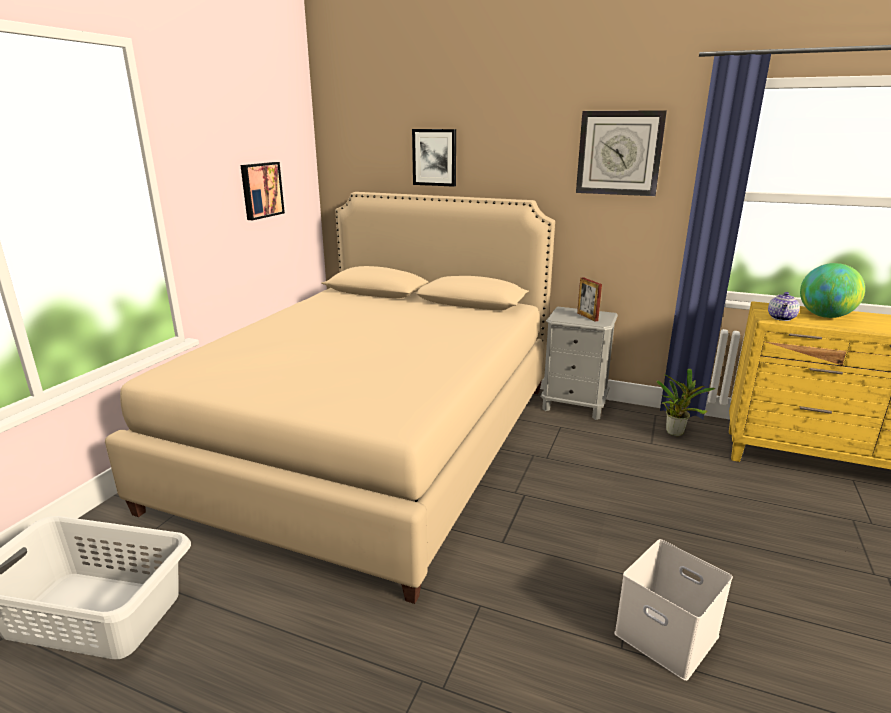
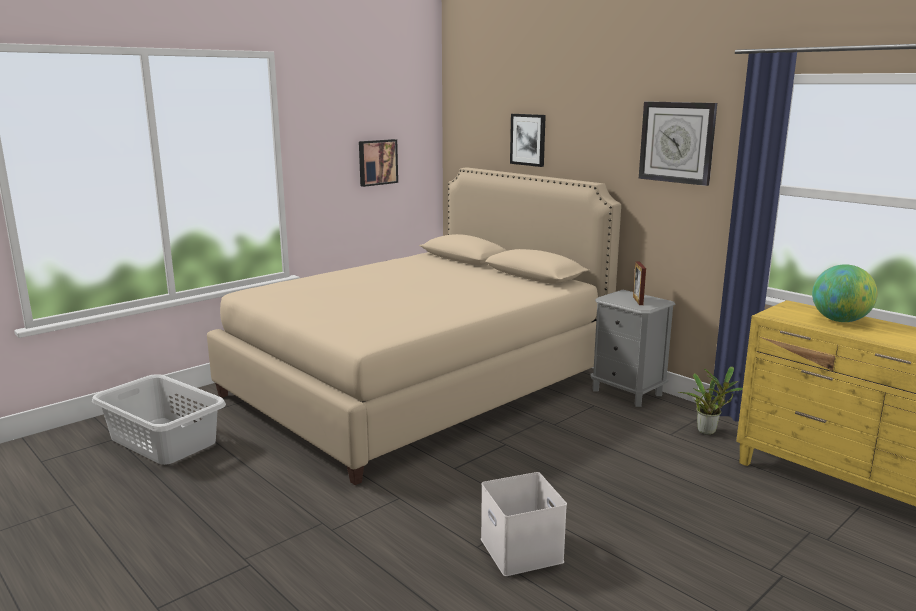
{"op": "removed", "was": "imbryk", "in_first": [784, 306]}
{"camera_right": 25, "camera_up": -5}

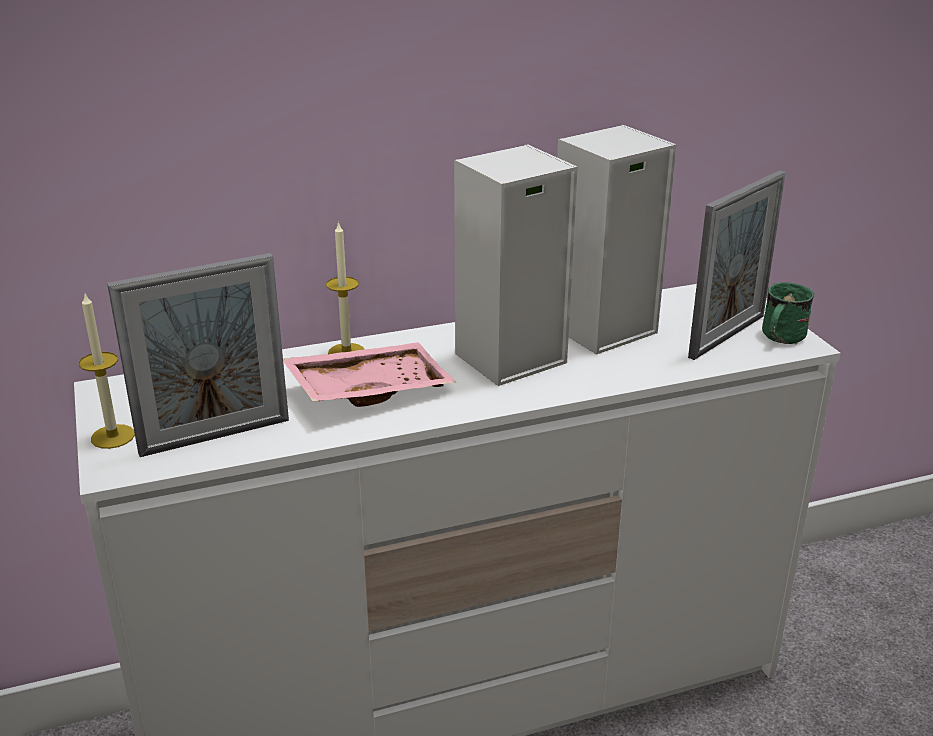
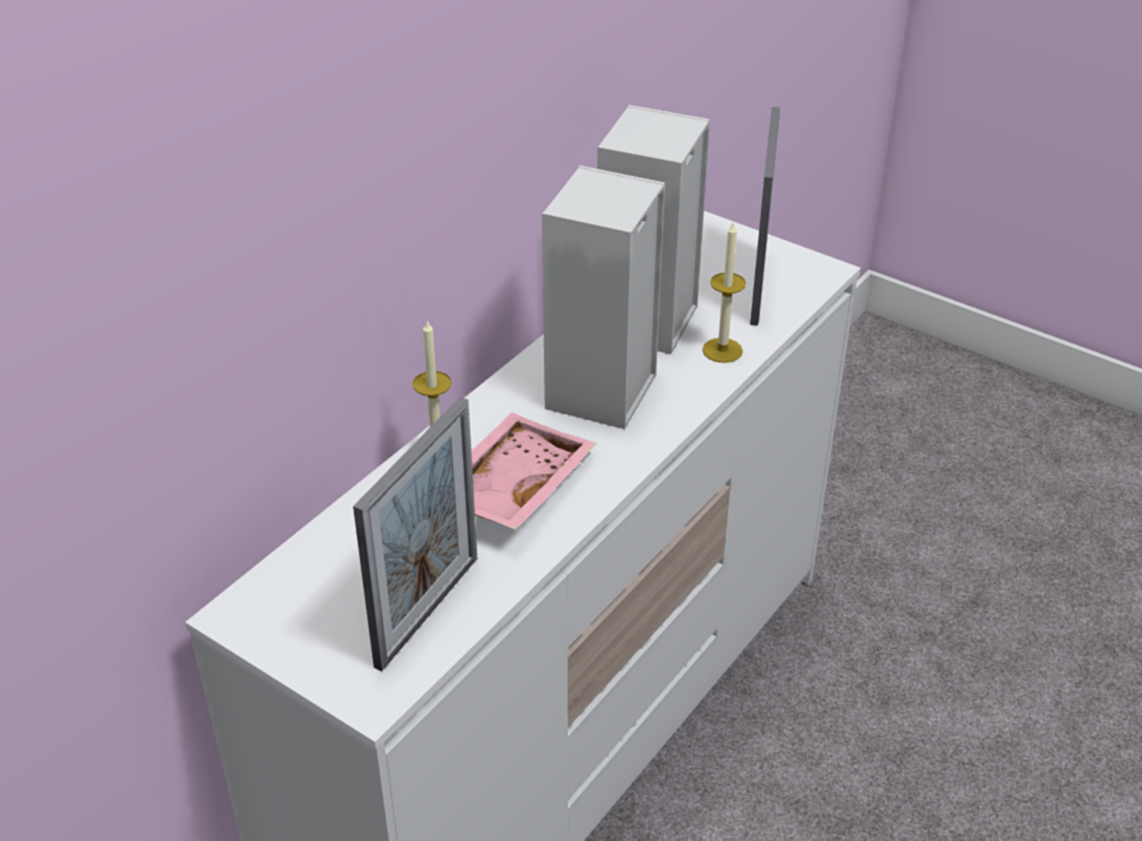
{"op": "removed", "was": "kubek (zielony)", "in_first": [788, 313]}
{"op": "moved", "was": "świeca", "in_first": [107, 371], "in_second": [724, 292]}
{"camera_right": -35, "camera_up": 10}

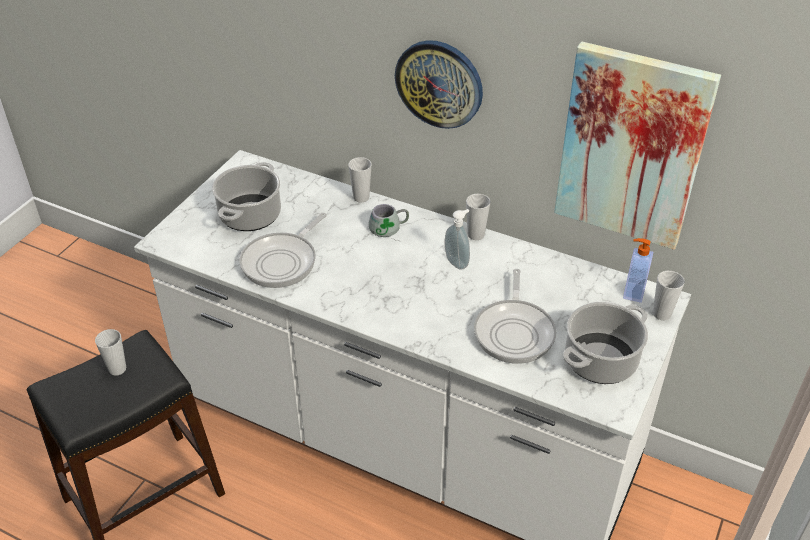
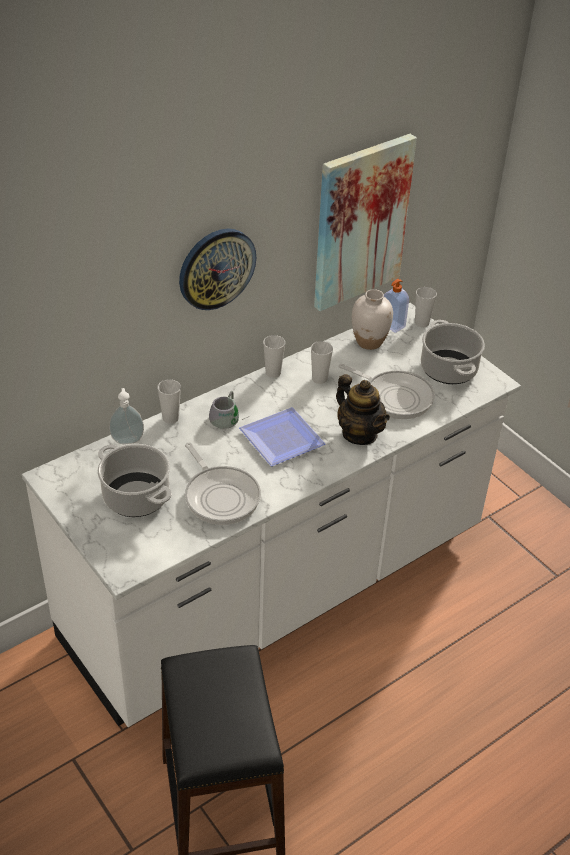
{"op": "moved", "was": "dozownik mydła", "in_first": [457, 239], "in_second": [126, 416]}
{"op": "moved", "was": "filiżanka", "in_first": [110, 352], "in_second": [322, 362]}
{"op": "added", "now": "wazon (biały)", "in_second": [372, 319]}
{"op": "added", "now": "imbryk", "in_second": [363, 409]}
{"op": "added", "now": "talerz", "in_second": [282, 436]}
{"camera_right": -65, "camera_up": 0}

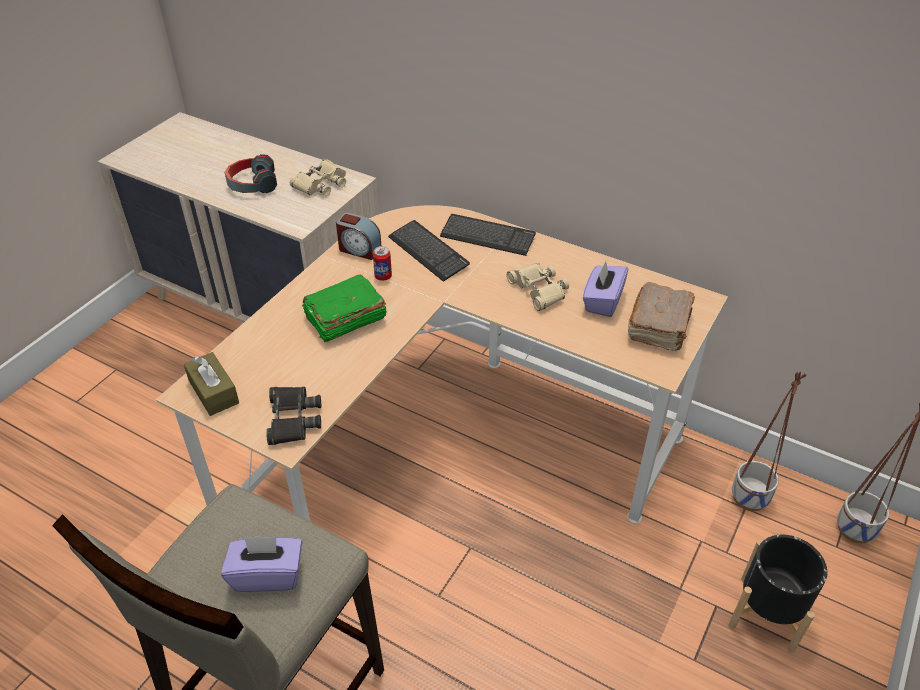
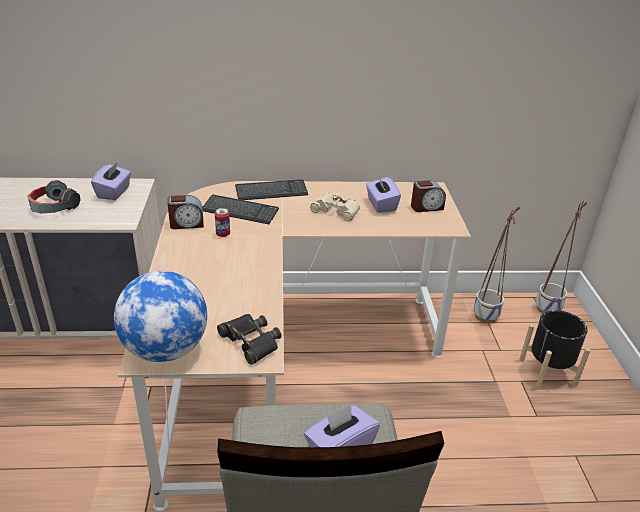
{"op": "replaced", "was": "lornetka (beżowy)", "now": "pudełko chusteczek (fioletowy)", "in_first": [318, 177], "in_second": [111, 181]}
{"op": "removed", "was": "książka (zielony)", "in_first": [344, 308]}
{"op": "replaced", "was": "książka (brązowy)", "now": "budzik", "in_first": [661, 316], "in_second": [428, 196]}
{"op": "replaced", "was": "pudełko chusteczek (brązowy)", "now": "globus", "in_first": [211, 384], "in_second": [160, 316]}
{"camera_right": -35, "camera_up": -10}

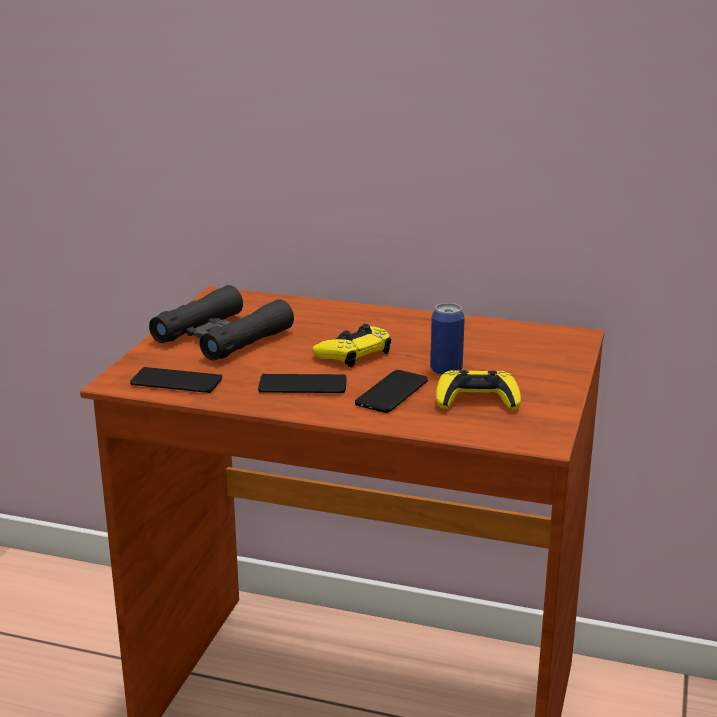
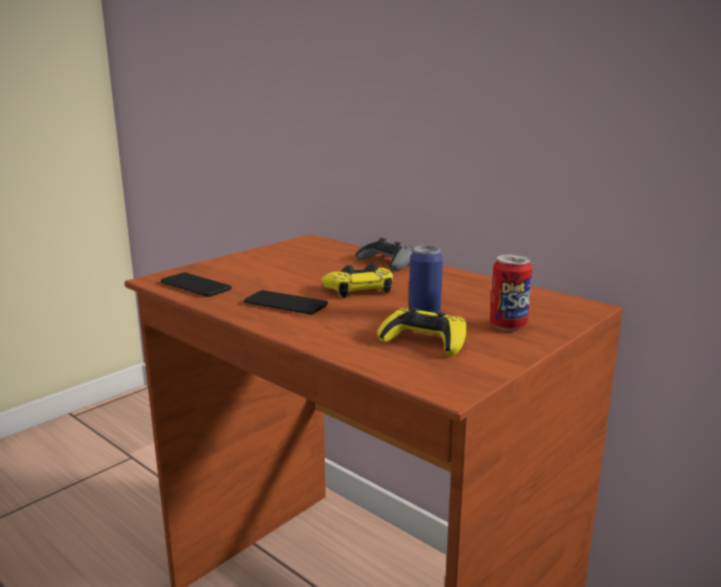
{"op": "removed", "was": "lornetka (czarny)", "in_first": [221, 323]}
{"op": "removed", "was": "telefon", "in_first": [391, 391]}
{"op": "added", "now": "pad do gier (szary)", "in_second": [384, 254]}
{"op": "added", "now": "puszka", "in_second": [511, 293]}
{"camera_right": 25, "camera_up": -5}

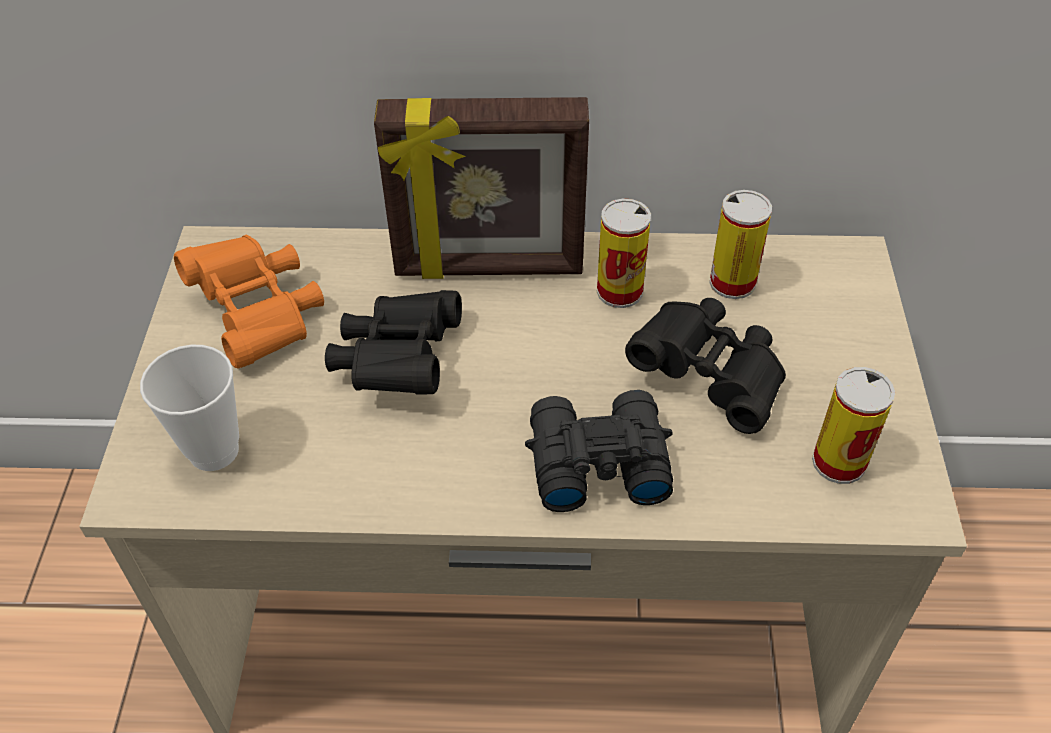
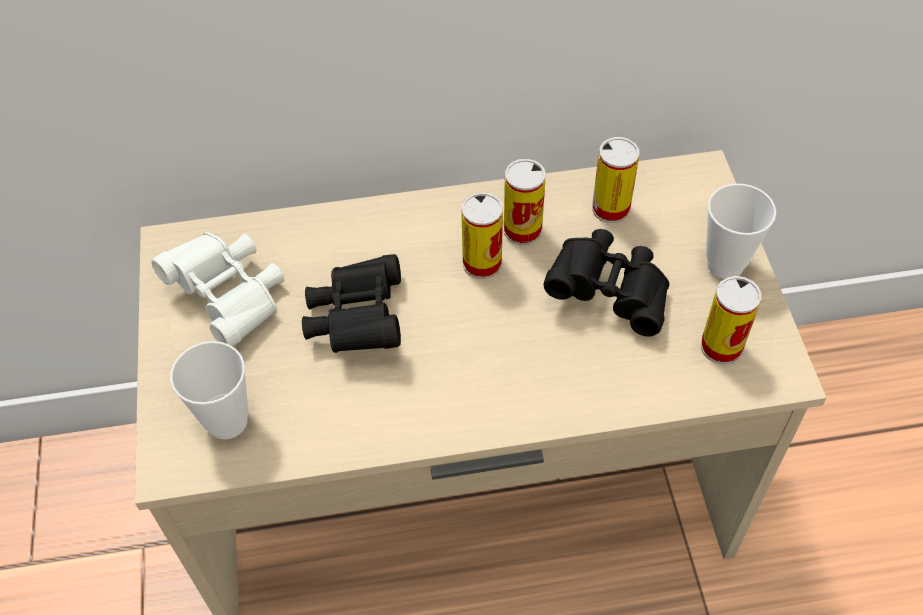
{"op": "removed", "was": "ramka na zdjęcie", "in_first": [481, 188]}
{"op": "recoloured", "was": "lornetka (pomarańczowy)", "now": "lornetka (biały)", "in_first": [249, 301], "in_second": [218, 289]}
{"op": "removed", "was": "lornetka (czarny)", "in_first": [599, 451]}
{"op": "added", "now": "filiżanka", "in_second": [741, 231]}
{"op": "added", "now": "puszka", "in_second": [482, 235]}
{"camera_right": -10, "camera_up": 5}

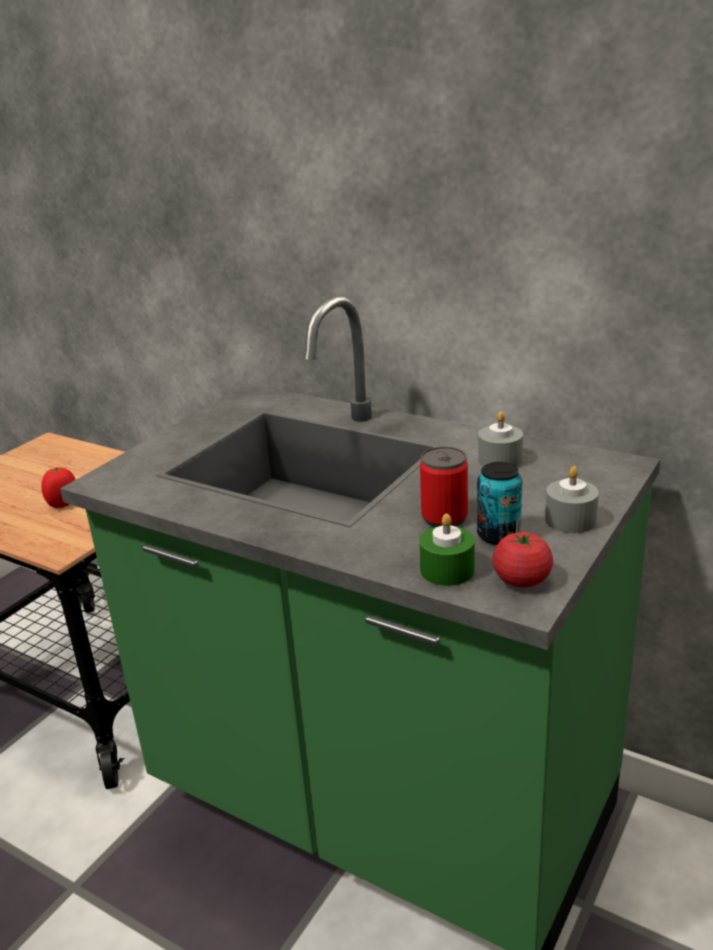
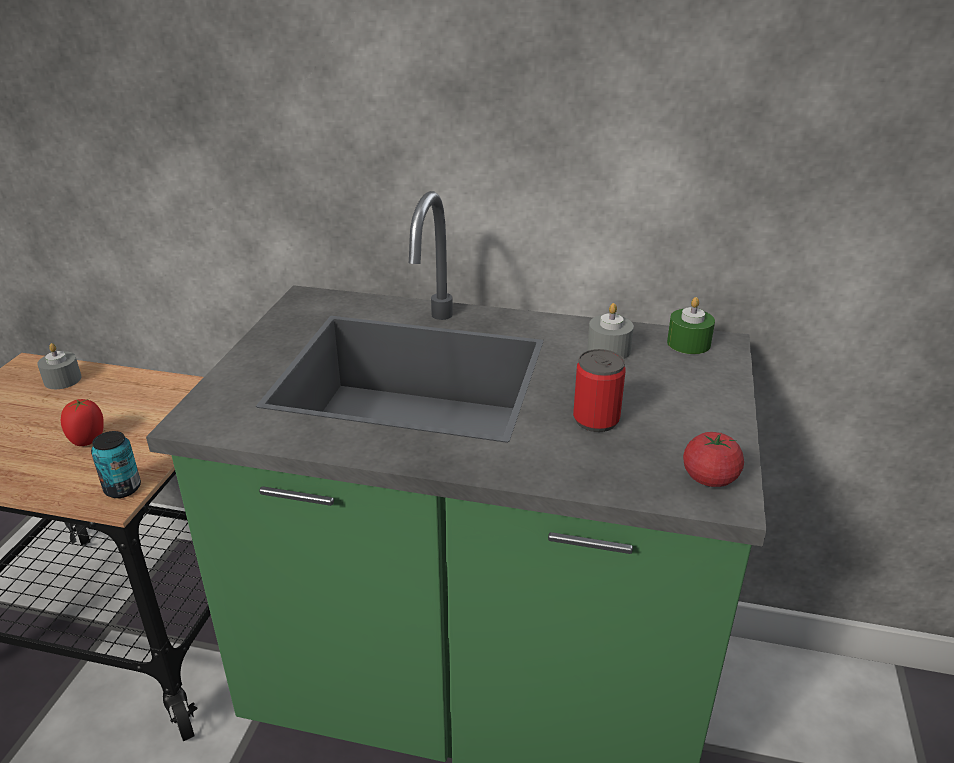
{"op": "moved", "was": "puszka", "in_first": [499, 503], "in_second": [116, 464]}
{"op": "moved", "was": "świeca (szary)", "in_first": [572, 499], "in_second": [59, 366]}
{"op": "moved", "was": "świeca (zielony)", "in_first": [447, 550], "in_second": [691, 325]}
{"camera_right": -20, "camera_up": 5}

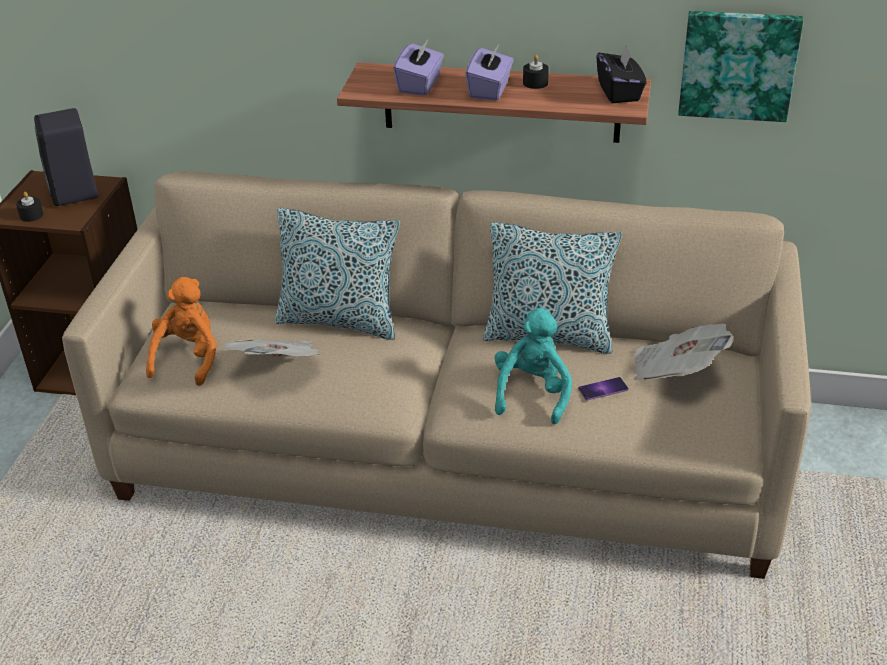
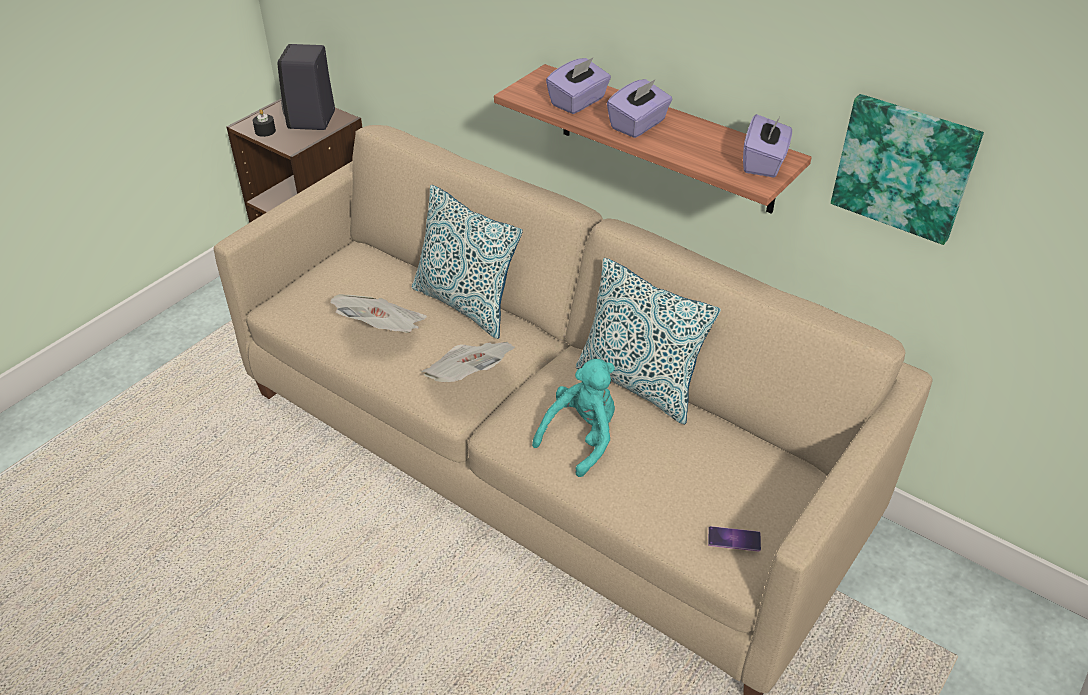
{"op": "recoloured", "was": "pudełko chusteczek (czarny)", "now": "pudełko chusteczek (fioletowy)", "in_first": [621, 73], "in_second": [767, 146]}
{"op": "removed", "was": "świeca (czarny)", "in_first": [536, 72]}
{"op": "removed", "was": "pluszak (pomarańczowy)", "in_first": [181, 331]}
{"op": "moved", "was": "gazeta", "in_first": [683, 352], "in_second": [468, 362]}
{"op": "moved", "was": "telefon", "in_first": [603, 389], "in_second": [734, 538]}
{"camera_right": 25, "camera_up": 5}

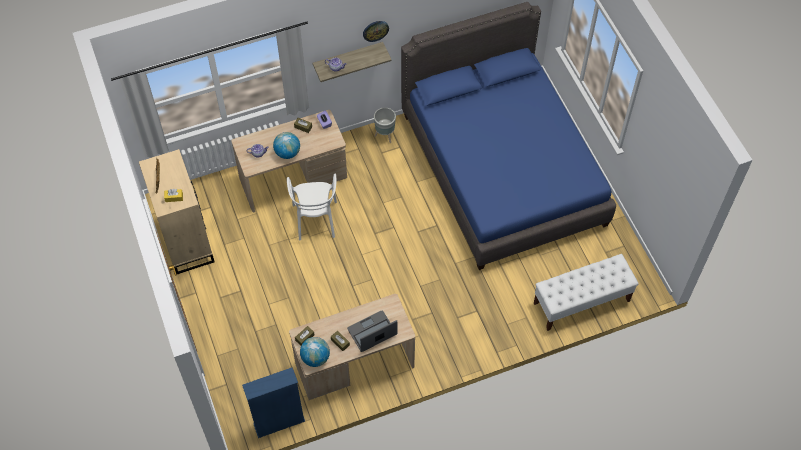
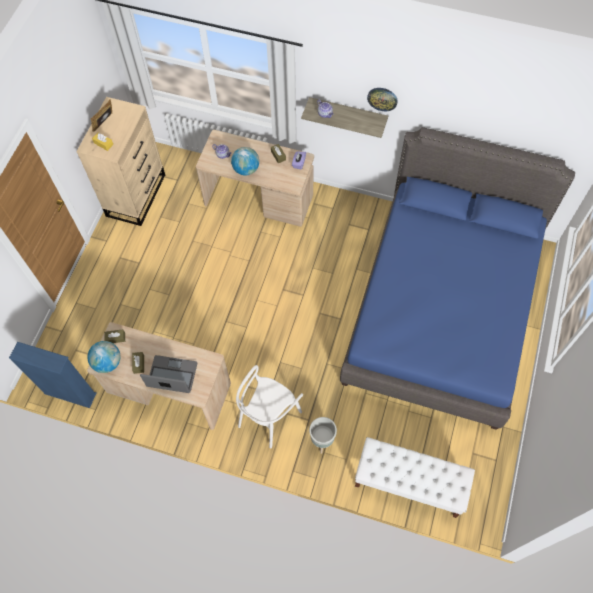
{"op": "moved", "was": "donica (szary)", "in_first": [385, 125], "in_second": [323, 435]}
{"op": "moved", "was": "krzesło (biały)", "in_first": [312, 207], "in_second": [269, 406]}
{"camera_right": 40, "camera_up": 5}

